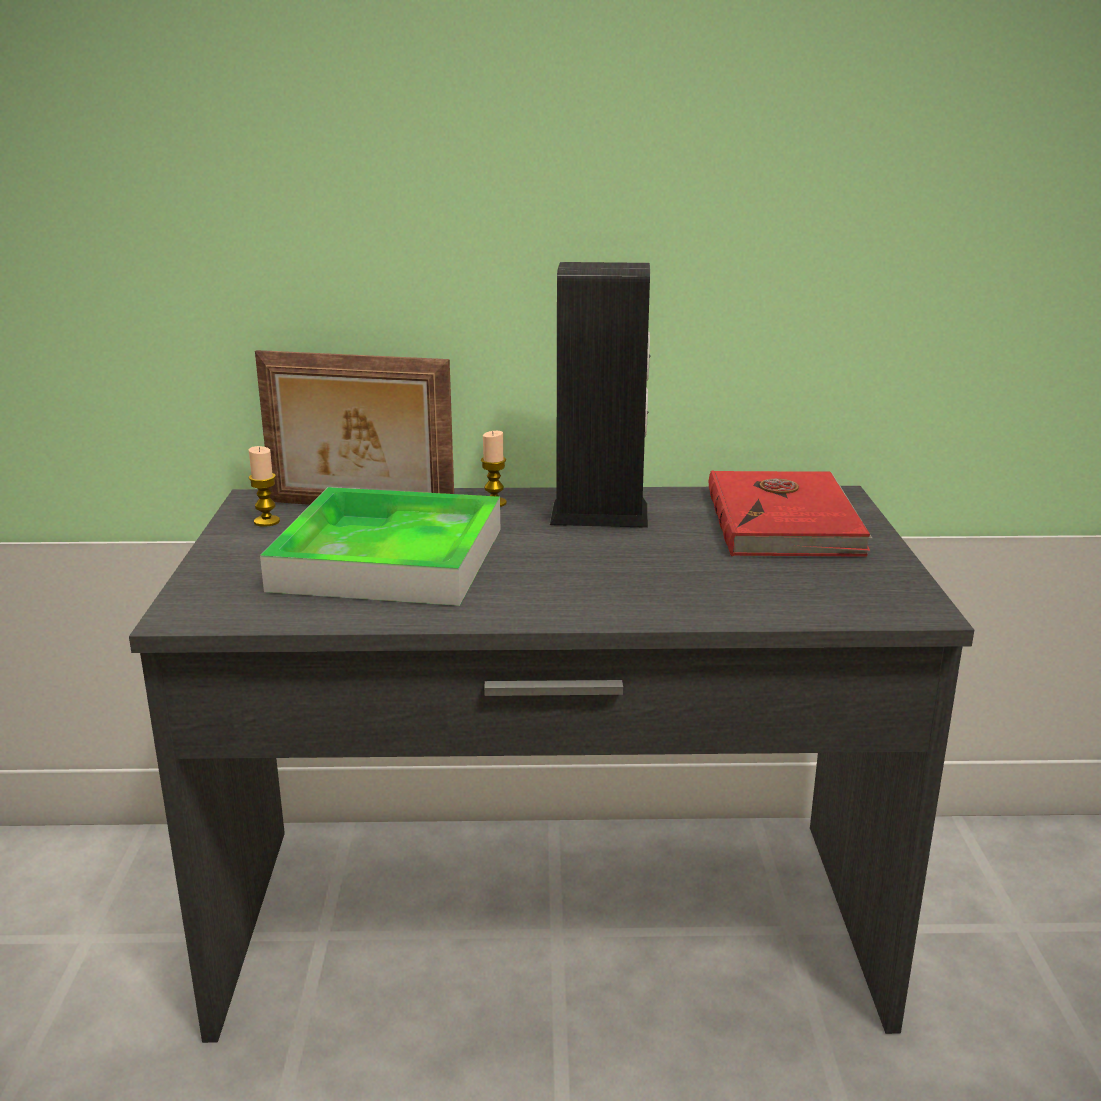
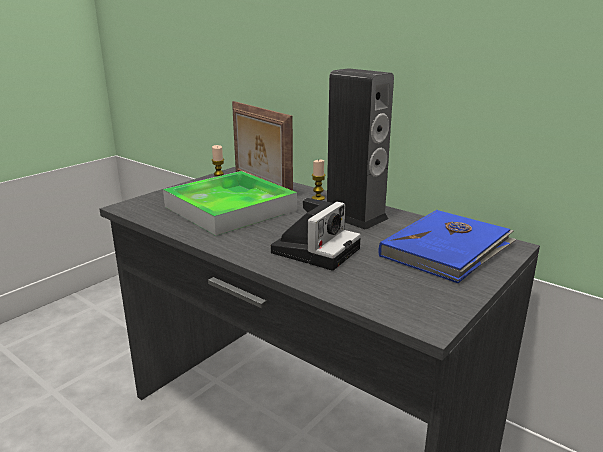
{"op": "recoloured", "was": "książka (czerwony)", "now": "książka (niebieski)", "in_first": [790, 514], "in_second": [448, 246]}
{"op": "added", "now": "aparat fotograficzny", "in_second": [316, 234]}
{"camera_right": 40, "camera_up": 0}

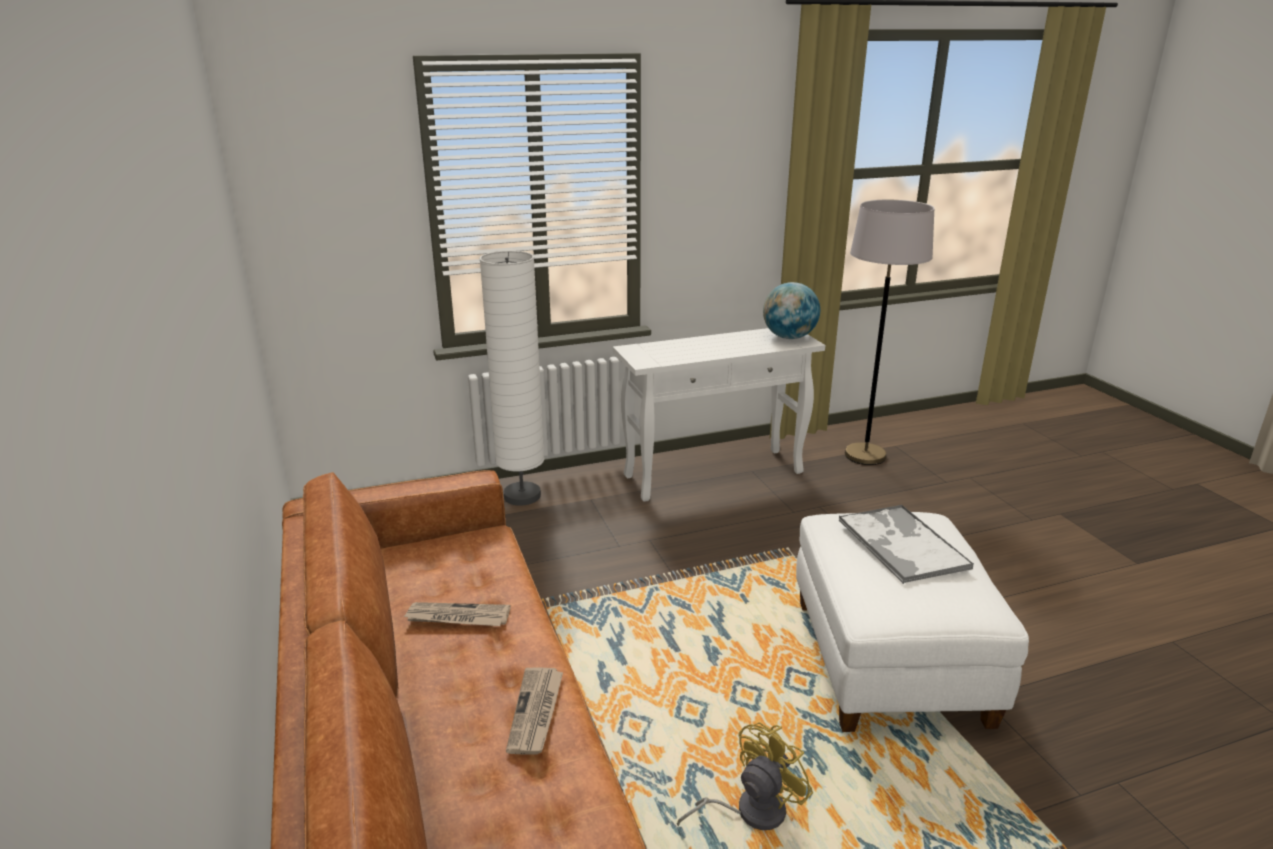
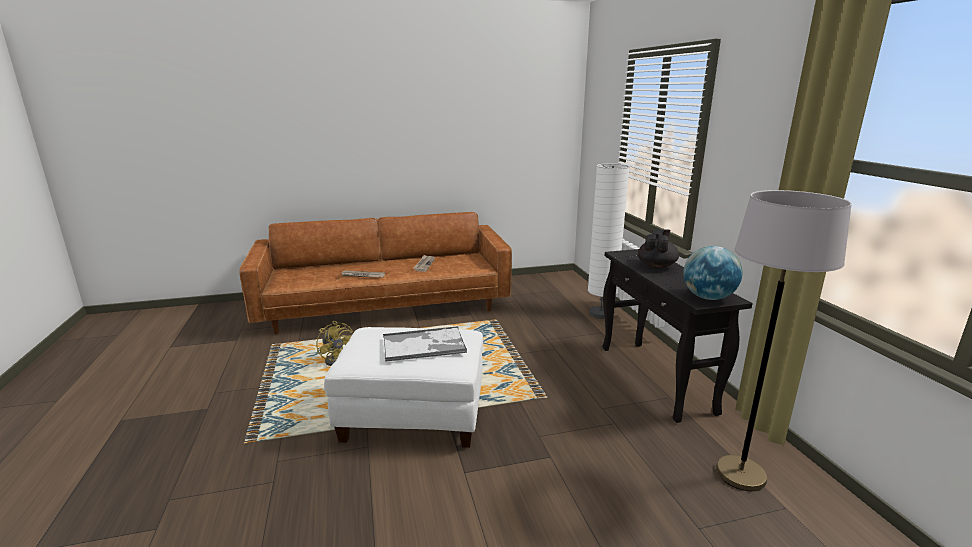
{"op": "recoloured", "was": "stolik konsolowy (biały)", "now": "stolik konsolowy (czarny)", "in_first": [719, 415], "in_second": [677, 336]}
{"op": "added", "now": "imbryk (czarny)", "in_second": [658, 248]}
{"camera_right": 95, "camera_up": -5}

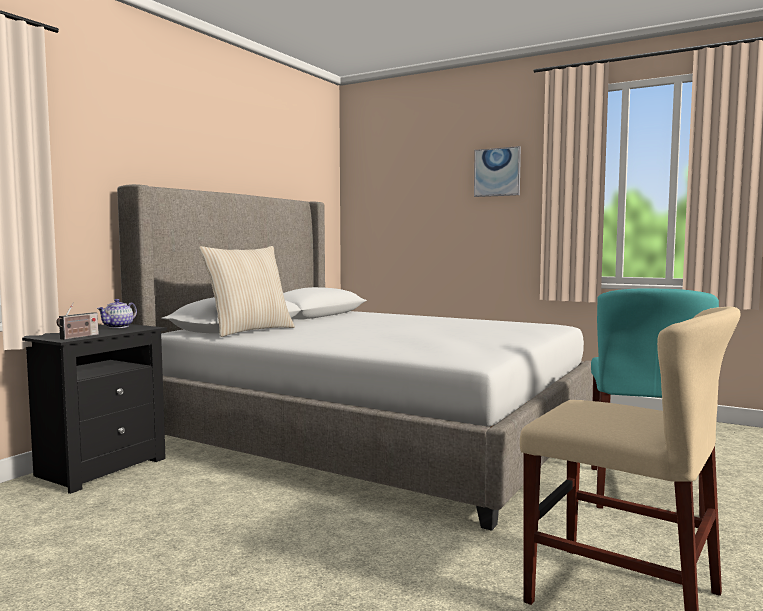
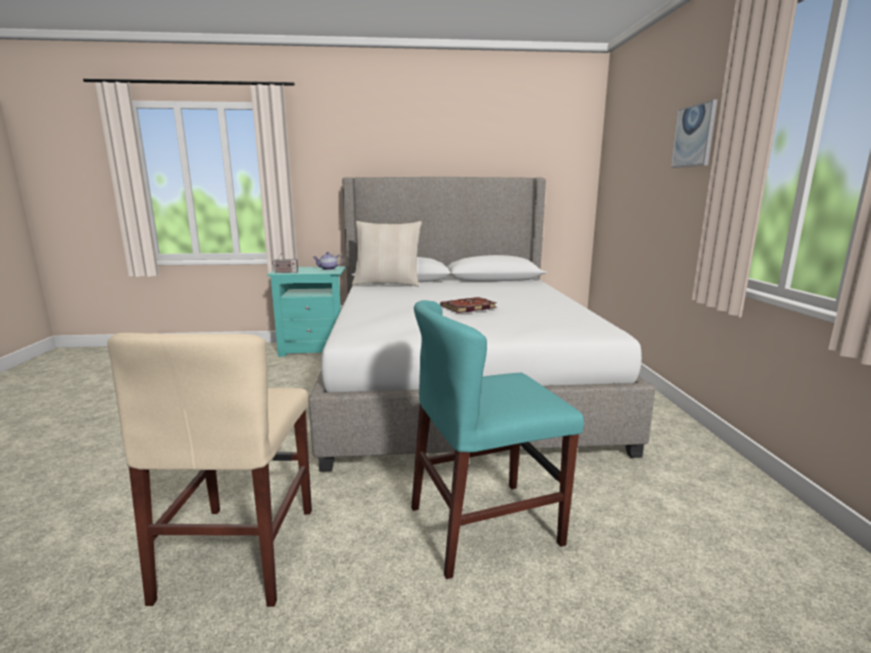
{"op": "recoloured", "was": "szafka nocna (czarny)", "now": "szafka nocna (turkusowy)", "in_first": [94, 409], "in_second": [306, 311]}
{"op": "added", "now": "książka", "in_second": [468, 305]}
{"camera_right": 55, "camera_up": 10}

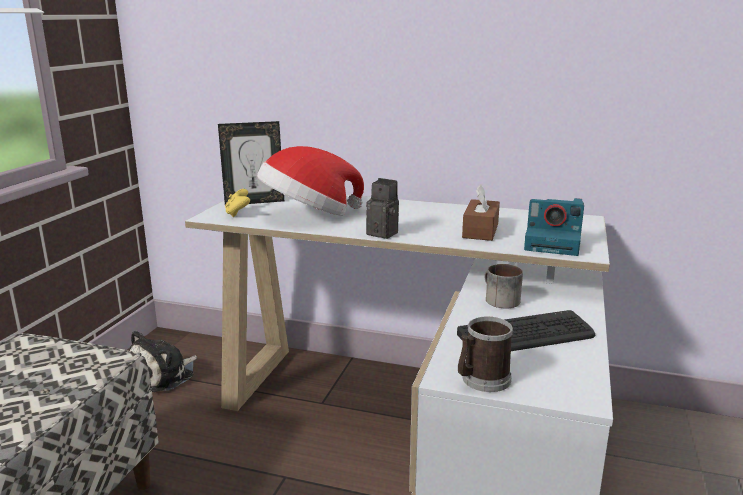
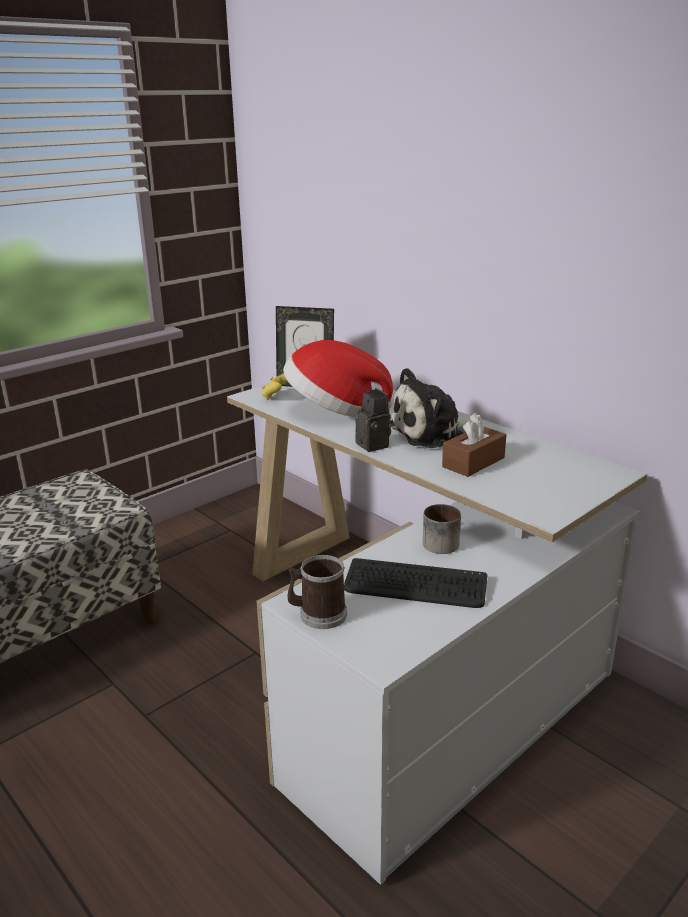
{"op": "removed", "was": "aparat fotograficzny", "in_first": [554, 227]}
{"op": "moved", "was": "pluszak", "in_first": [163, 361], "in_second": [429, 408]}
{"camera_right": 30, "camera_up": 5}

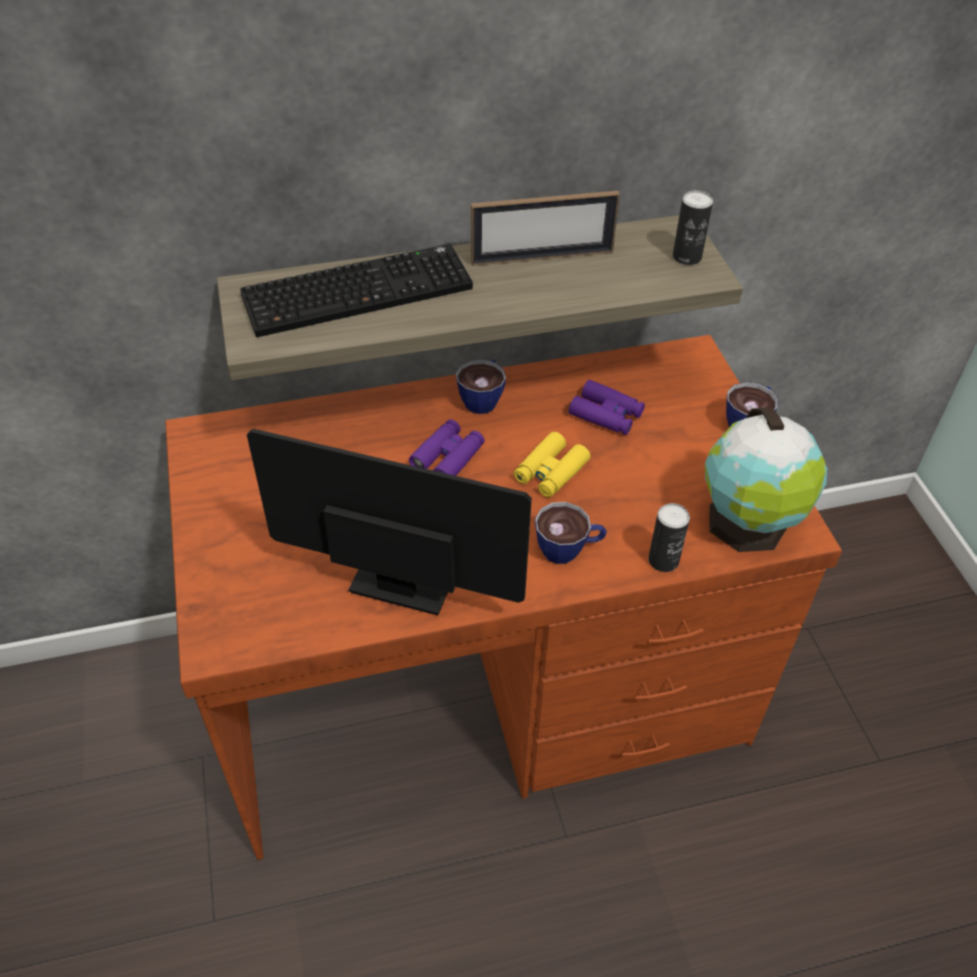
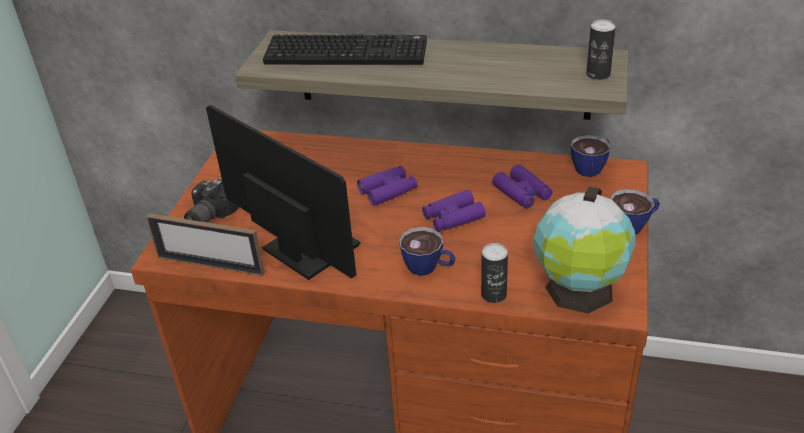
{"op": "moved", "was": "ramka na zdjęcie", "in_first": [545, 228], "in_second": [205, 244]}
{"op": "moved", "was": "filiżanka", "in_first": [481, 387], "in_second": [591, 156]}
{"op": "recoloured", "was": "lornetka (żółty)", "now": "lornetka (fioletowy)", "in_first": [552, 465], "in_second": [454, 211]}
{"op": "added", "now": "aparat fotograficzny", "in_second": [211, 201]}
{"camera_right": 30, "camera_up": -10}

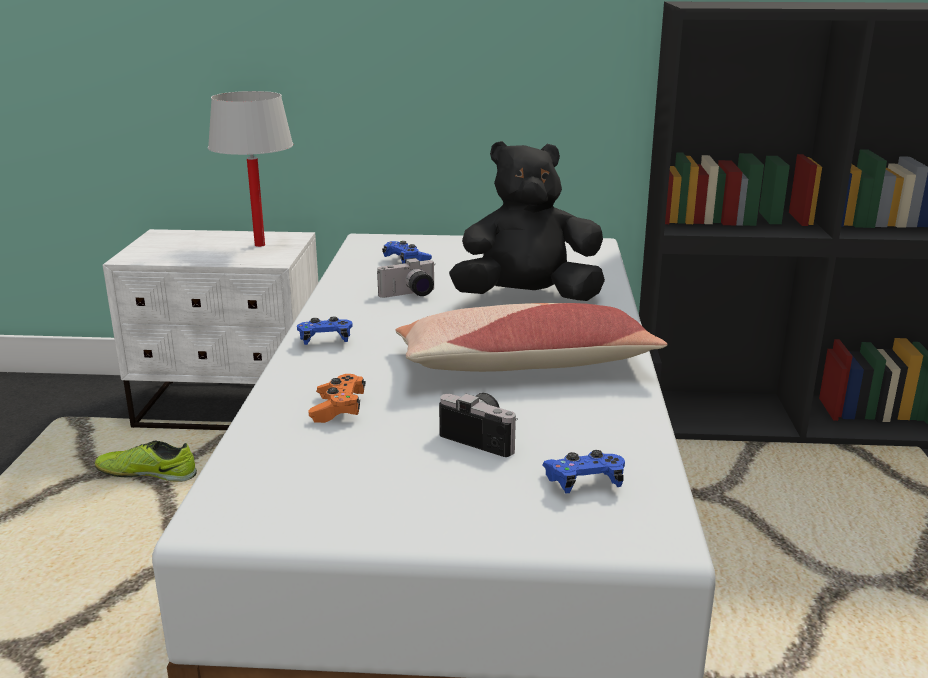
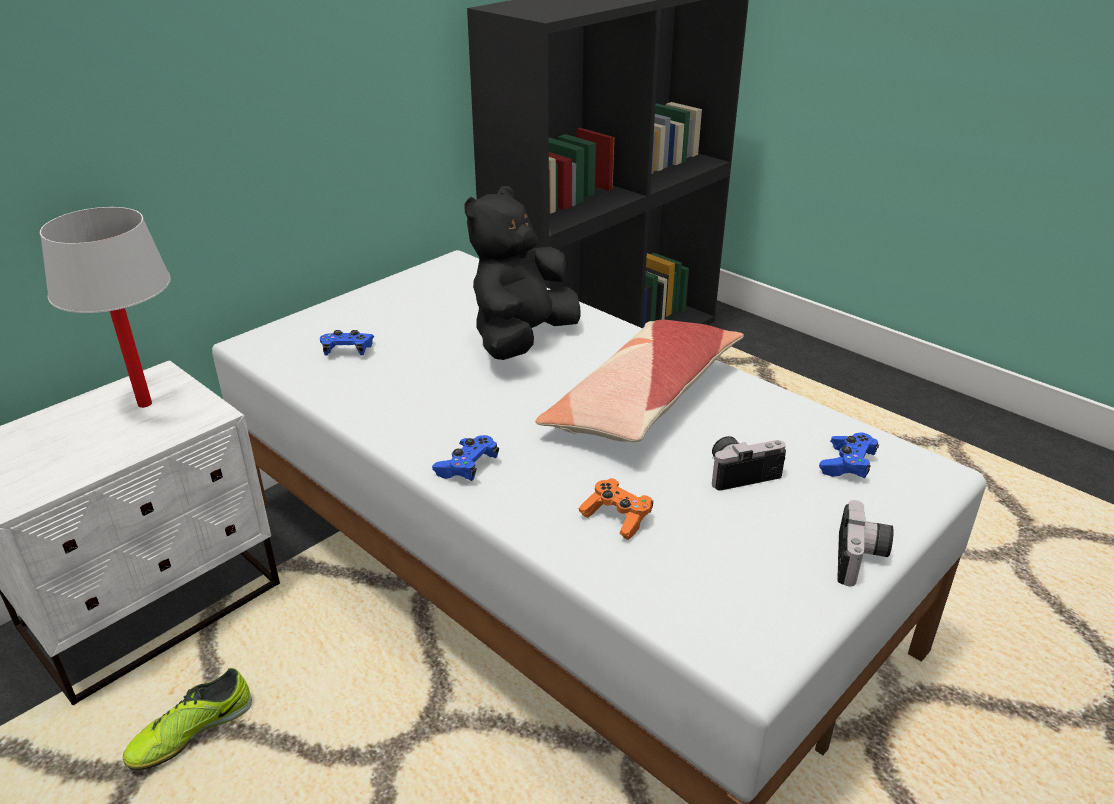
{"op": "moved", "was": "aparat fotograficzny", "in_first": [406, 278], "in_second": [865, 543]}
{"camera_right": -50, "camera_up": 10}

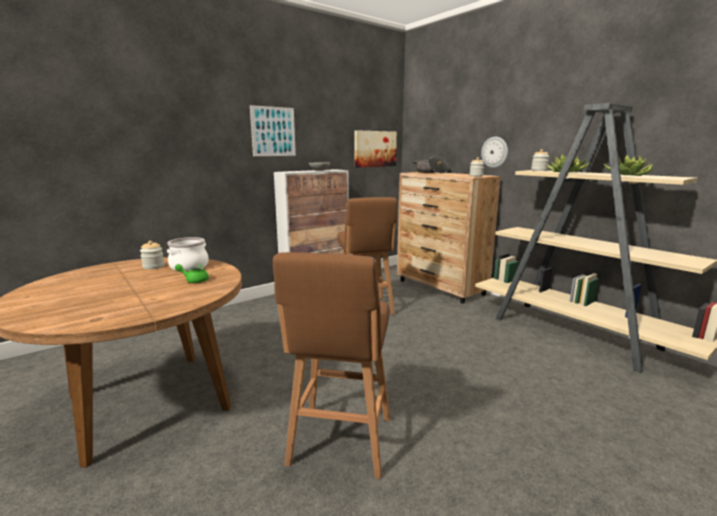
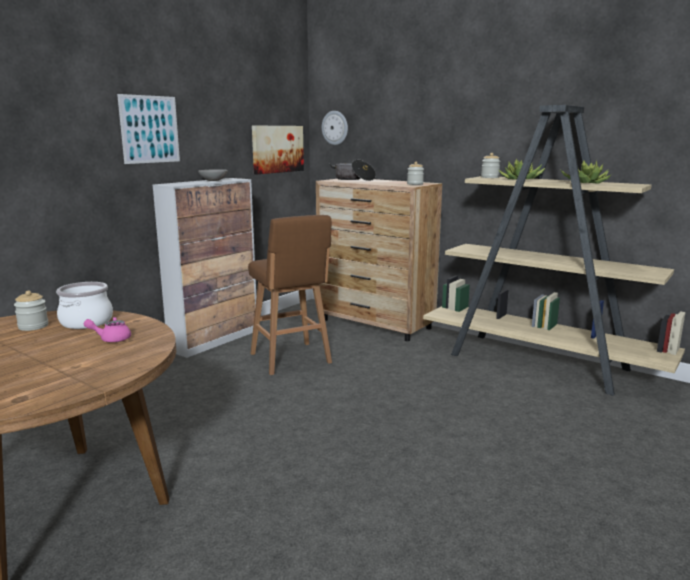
{"op": "moved", "was": "zegar ścienny", "in_first": [494, 152], "in_second": [335, 128]}
{"op": "removed", "was": "stołek (brązowy)", "in_first": [331, 365]}
{"op": "recoloured", "was": "imbryk (zielony)", "now": "imbryk (różowy)", "in_first": [192, 273], "in_second": [107, 329]}
{"camera_right": -15, "camera_up": 0}

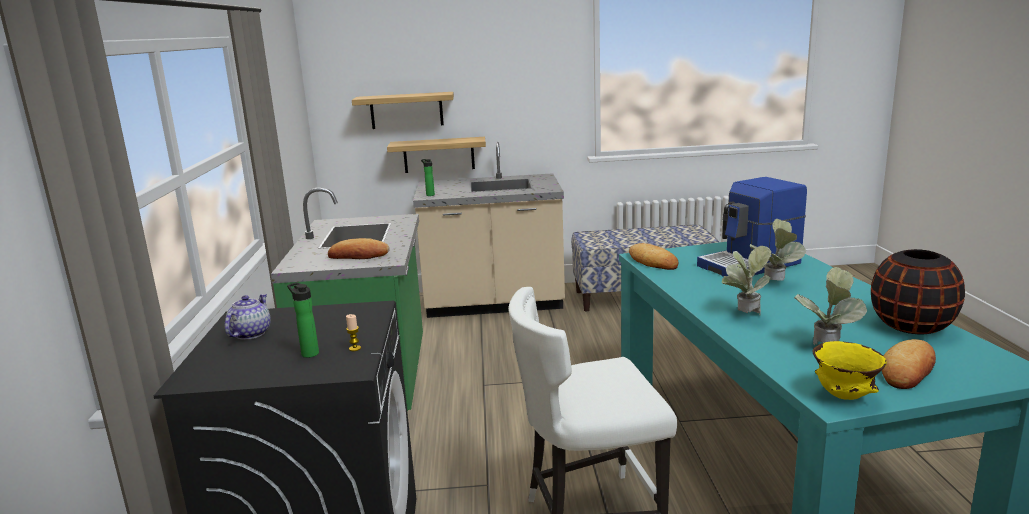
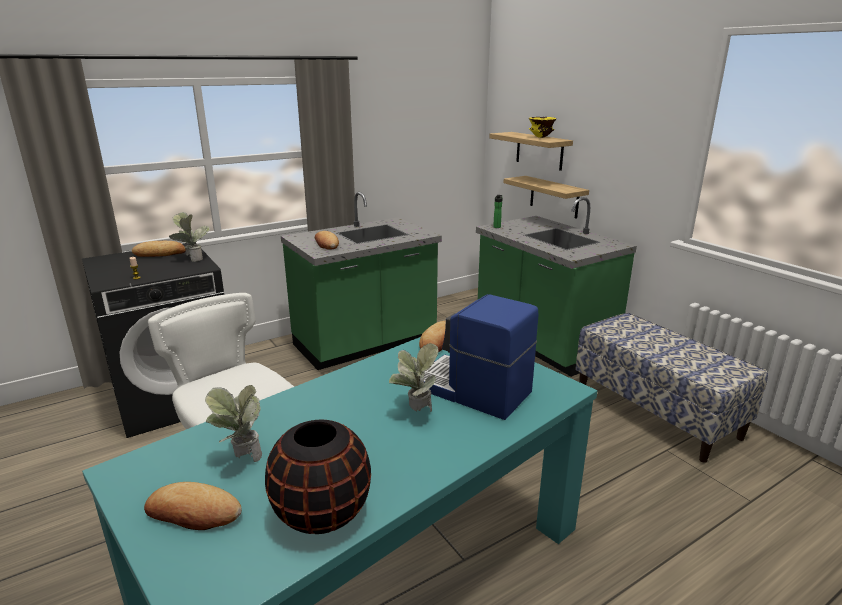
{"op": "recoloured", "was": "zabudowa kuchenna (beżowy)", "now": "zabudowa kuchenna (zielony)", "in_first": [489, 230], "in_second": [556, 287]}
{"op": "moved", "was": "roślina doniczkowa", "in_first": [747, 280], "in_second": [189, 237]}
{"op": "removed", "was": "butelka", "in_first": [303, 320]}
{"op": "replaced", "was": "imbryk", "now": "chleb", "in_first": [248, 317], "in_second": [159, 249]}
{"op": "moved", "was": "miska (żółty)", "in_first": [849, 370], "in_second": [543, 127]}
{"camera_right": 60, "camera_up": 5}

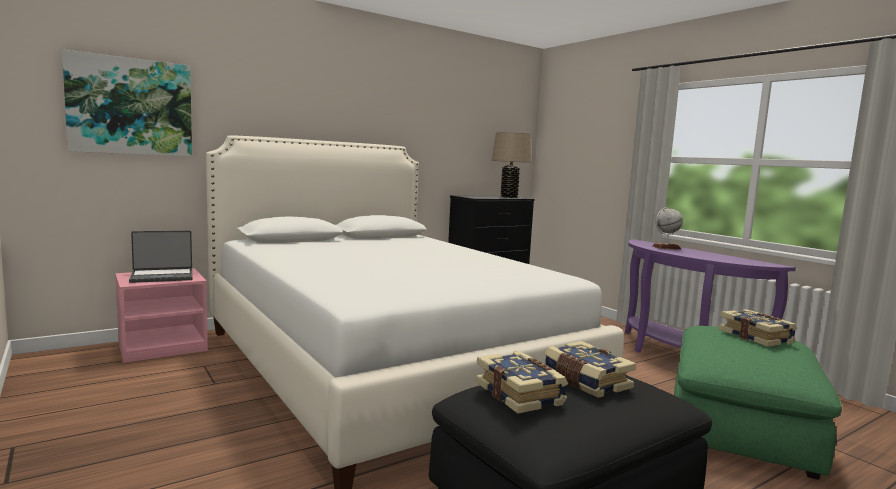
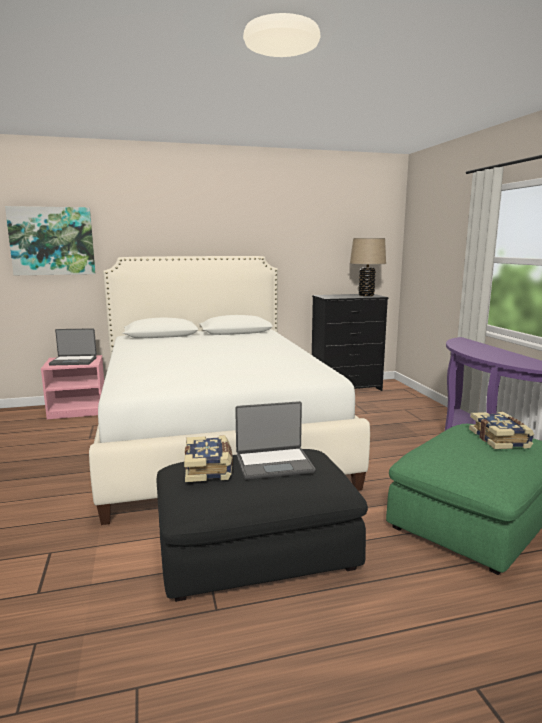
{"op": "removed", "was": "globus", "in_first": [668, 228]}
{"op": "replaced", "was": "książka", "now": "laptop", "in_first": [590, 369], "in_second": [275, 440]}
{"camera_right": 20, "camera_up": 5}

